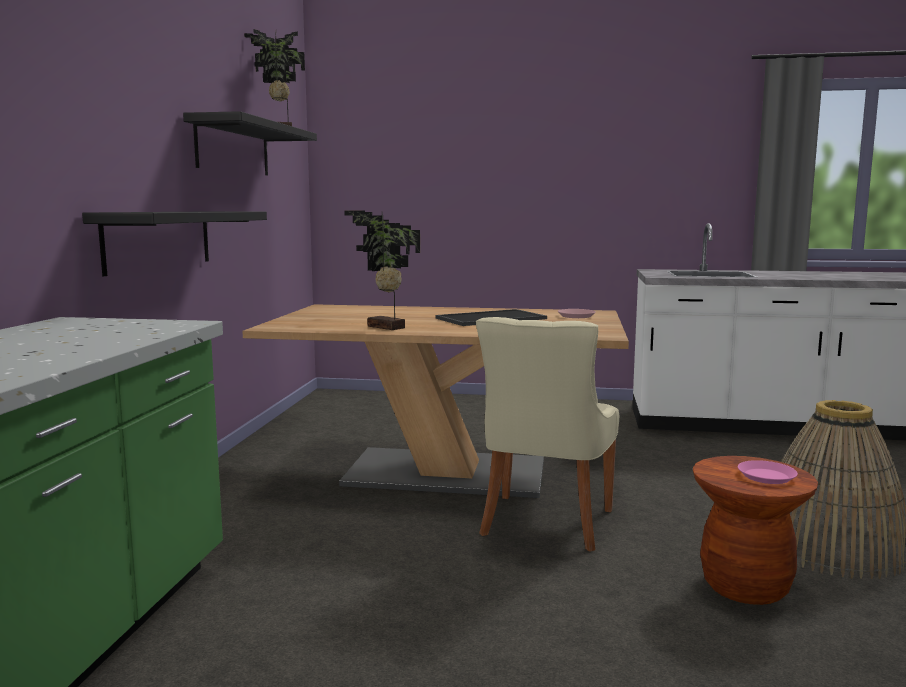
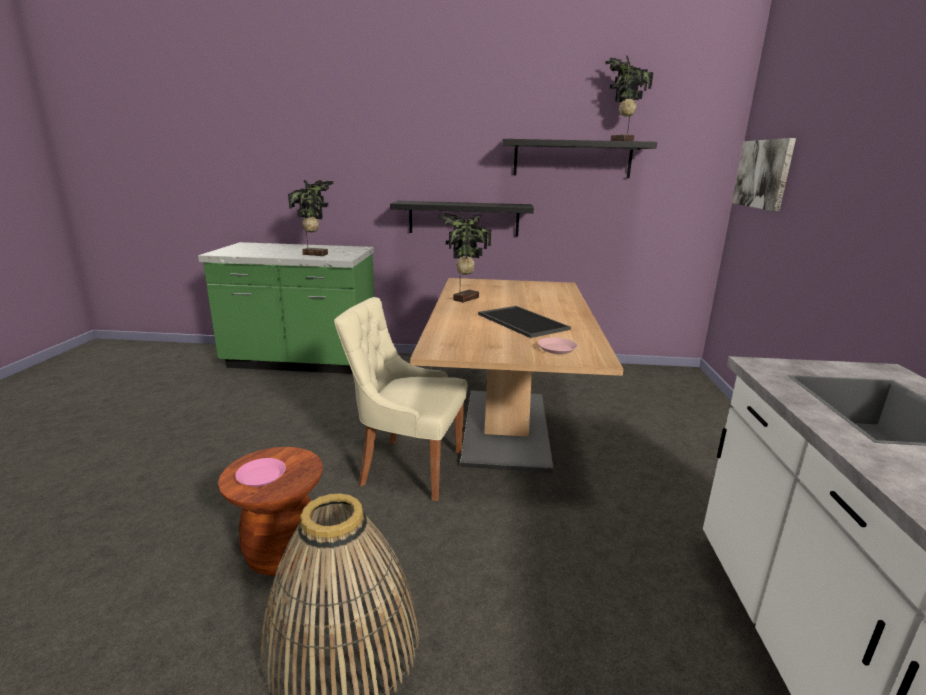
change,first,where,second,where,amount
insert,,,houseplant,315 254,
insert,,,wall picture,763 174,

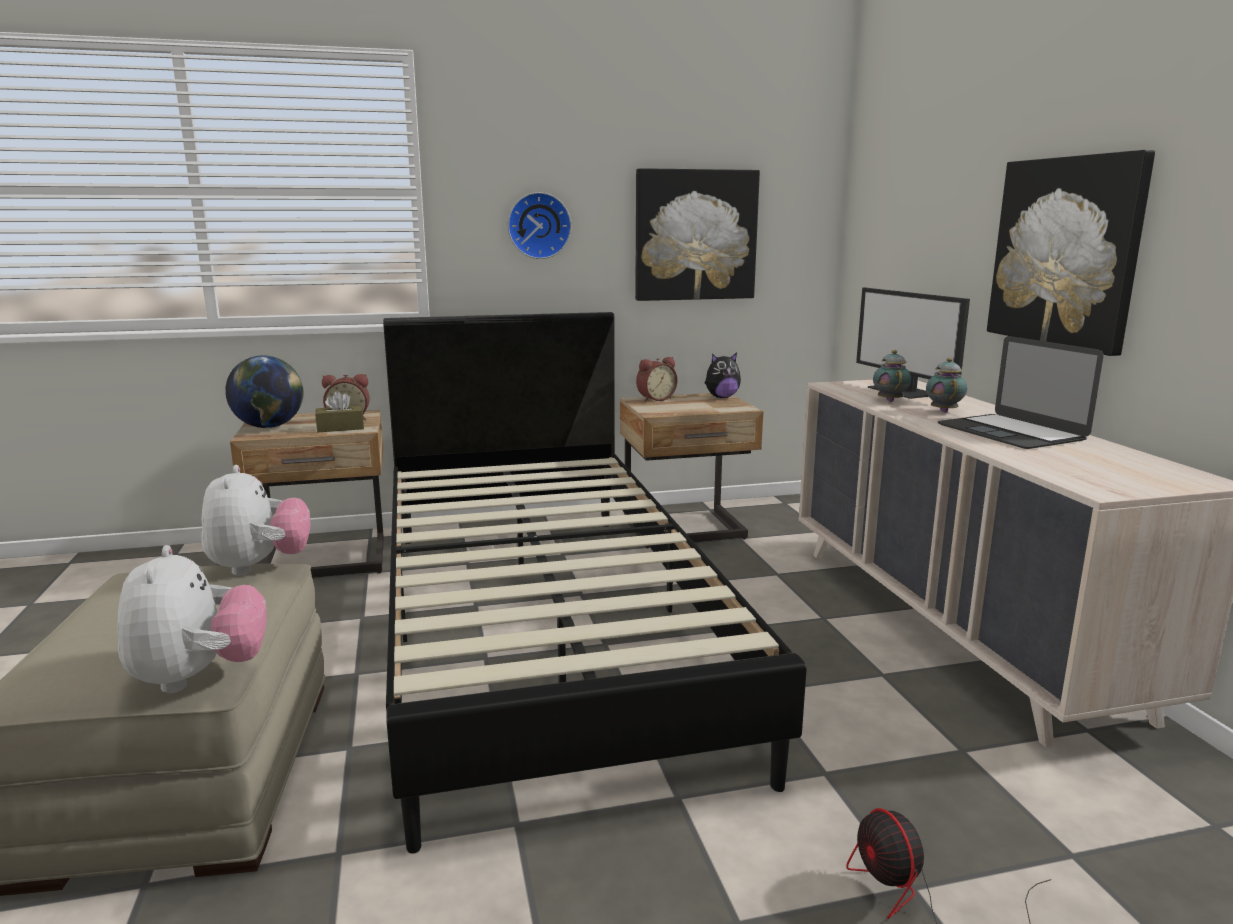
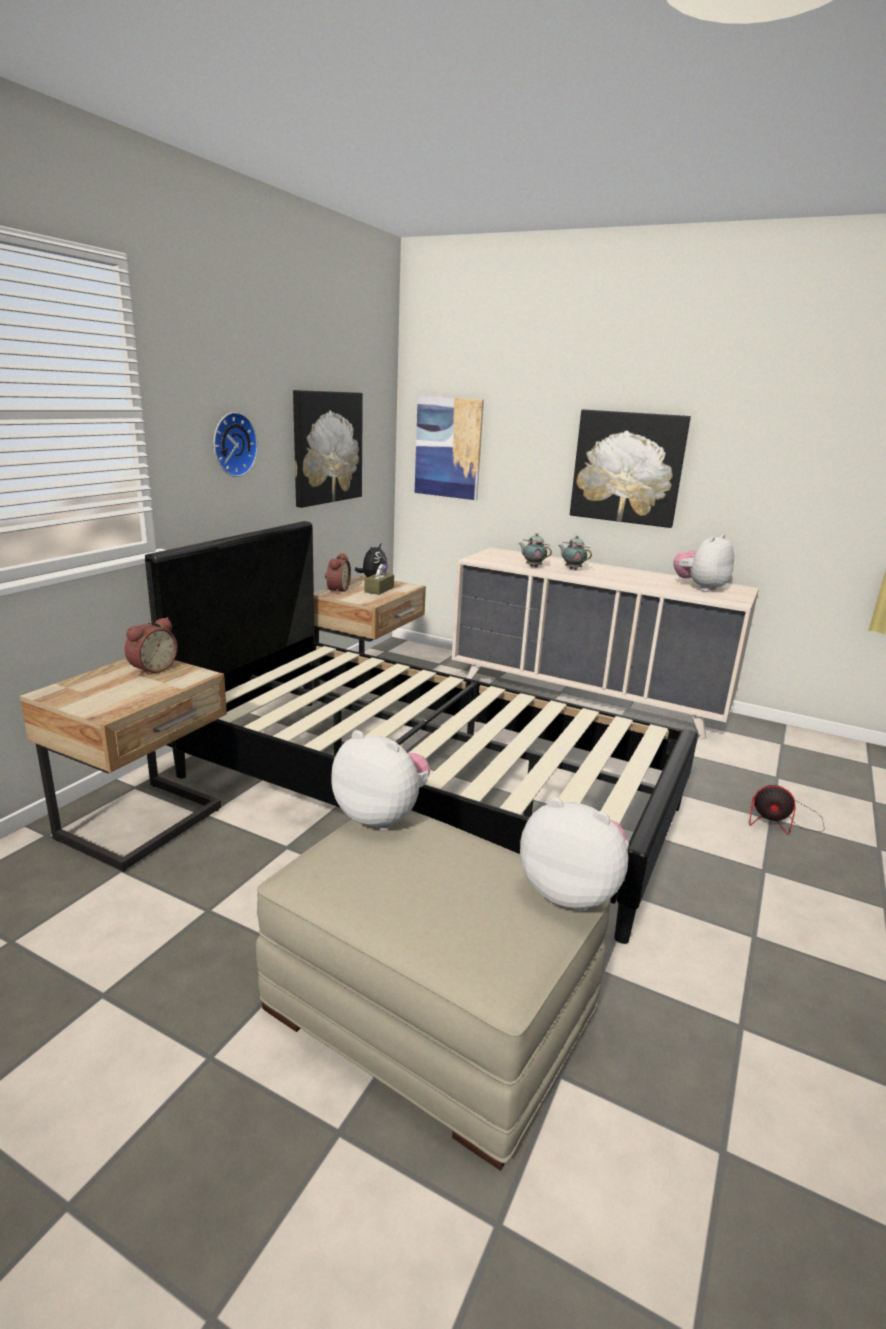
change,first,where,second,where,amount
delete,world globe,269 427,,,
delete,computer display,904 391,,,
delete,laptop,1011 432,,,
insert,,,wall picture,448 448,
insert,,,soft toy,700 588,
move,box of tissues in brown,340 428,,379 590,

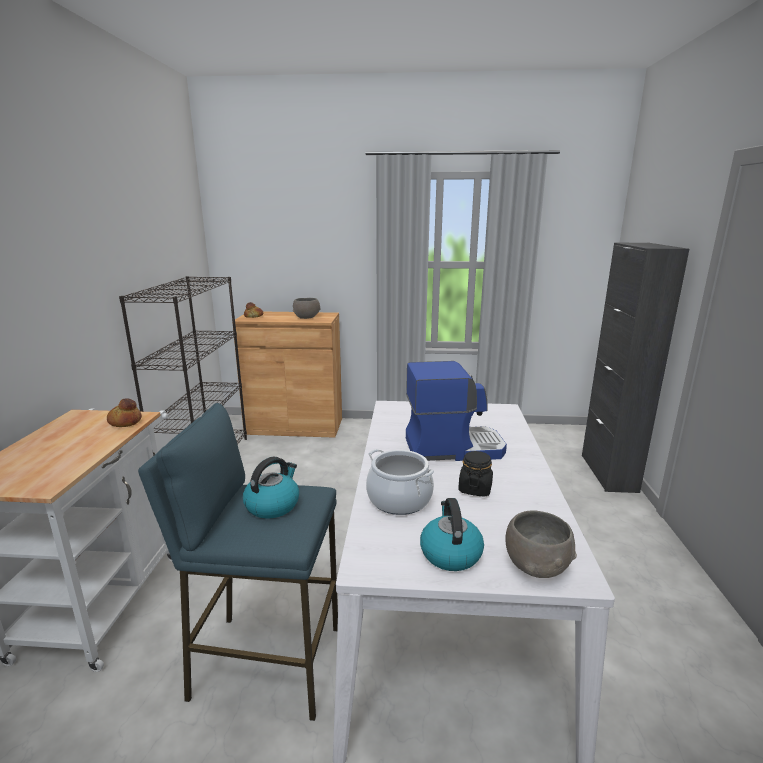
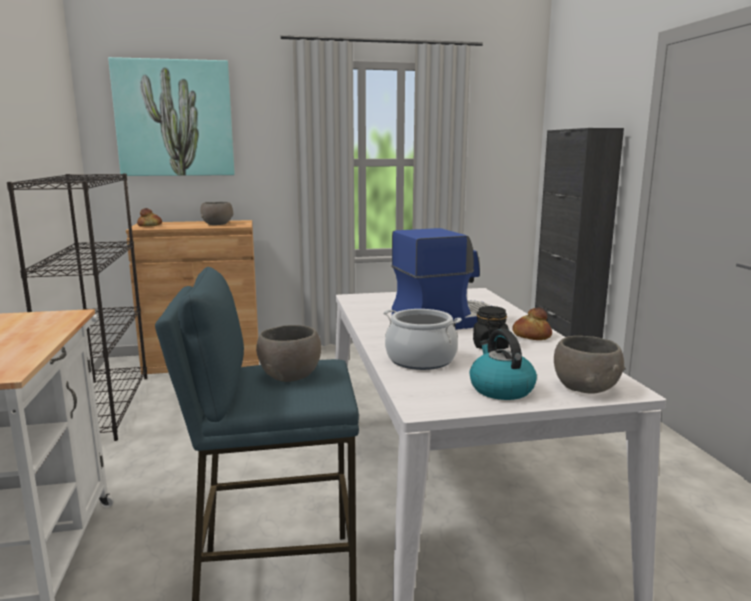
change,first,where,second,where,amount
insert,,,wall picture,174 119,
move,baked bread,125 422,,531 336,
replace,tea kettle,273 505,serving bowl in gray,289 374,

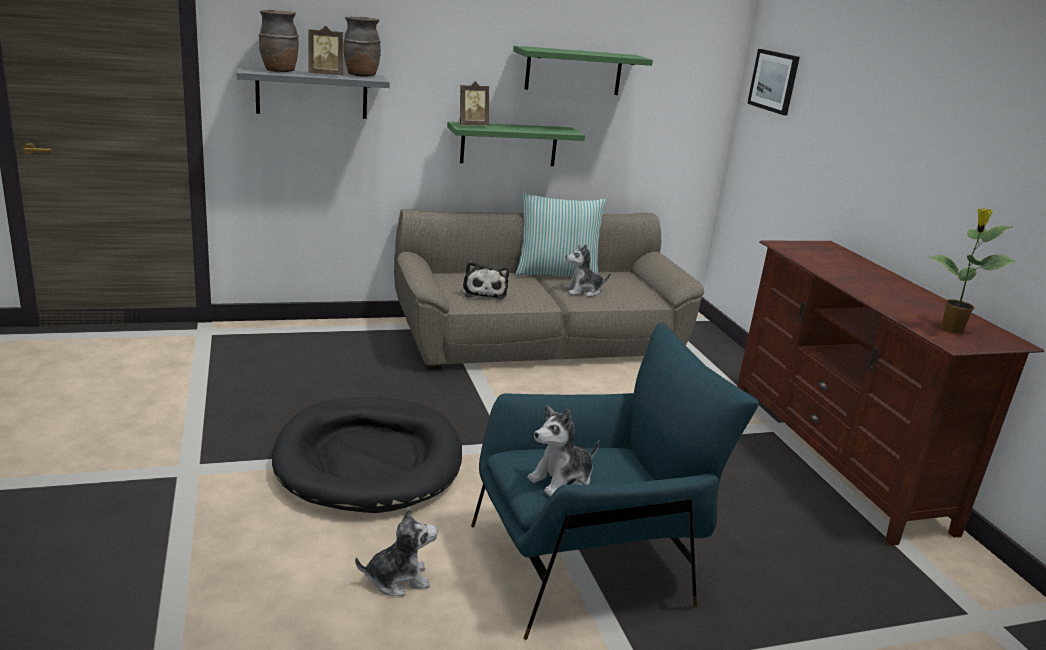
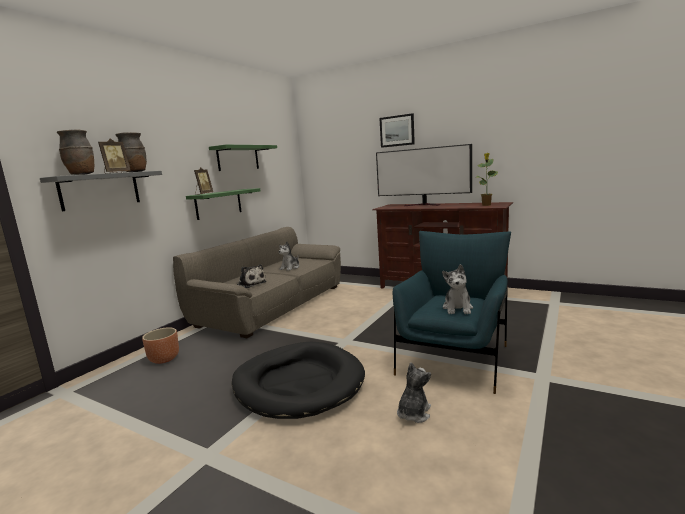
change,first,where,second,where,amount
delete,pillow,556 274,,,
insert,,,planter in brown,164 359,
insert,,,TV set,424 205,
move,wall picture,774 81,,397 131,

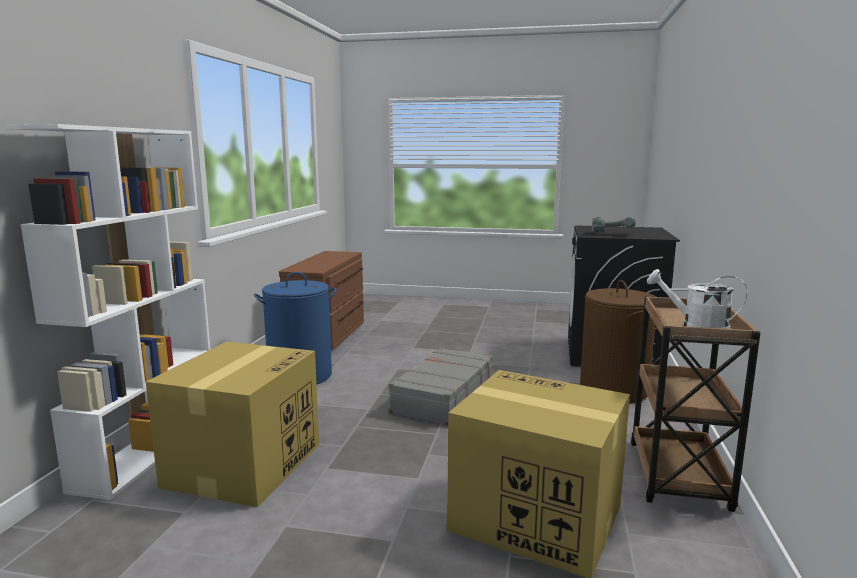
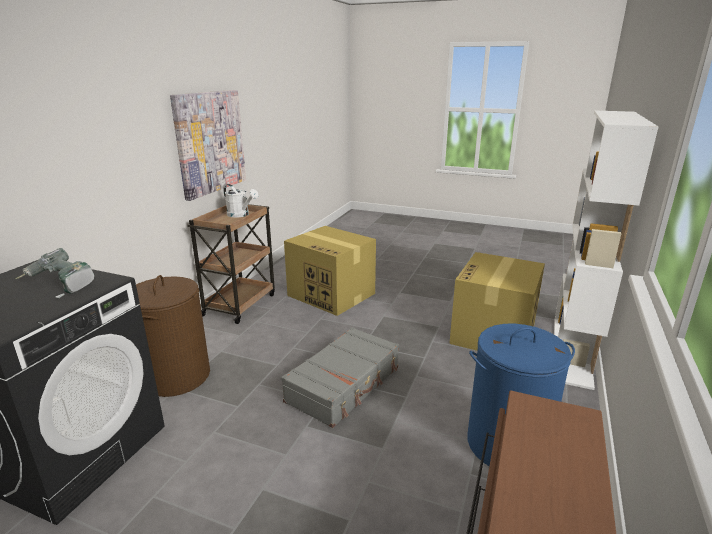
change,first,where,second,where,amount
insert,,,wall picture,210 142,

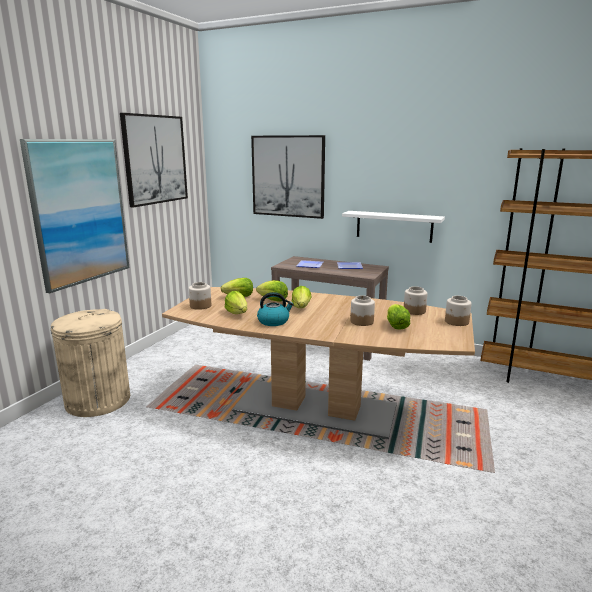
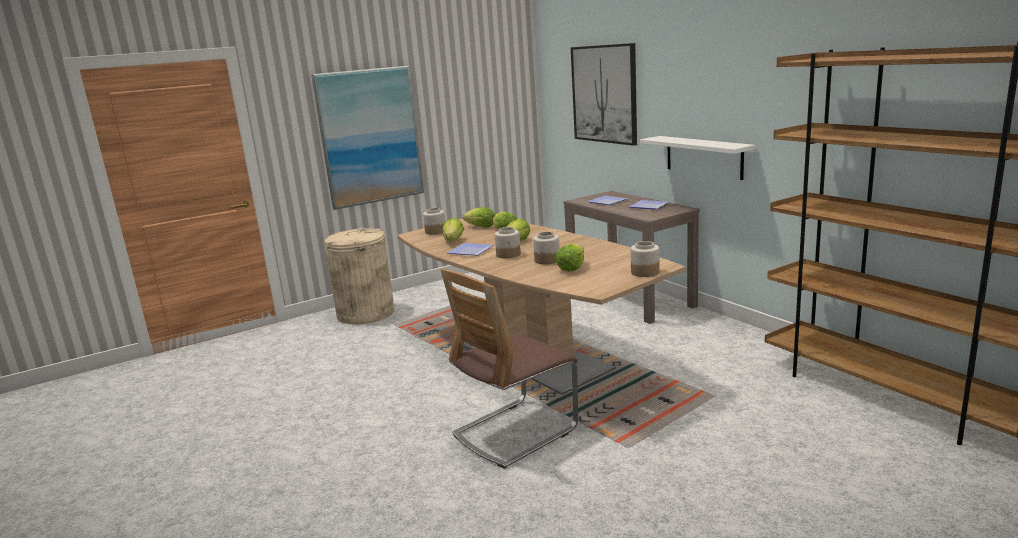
change,first,where,second,where,amount
delete,wall picture,155 159,,,
insert,,,upright chair,515 432,
move,storage jar,414 311,,508 254,
replace,tea kettle,274 321,flat dish,470 251,

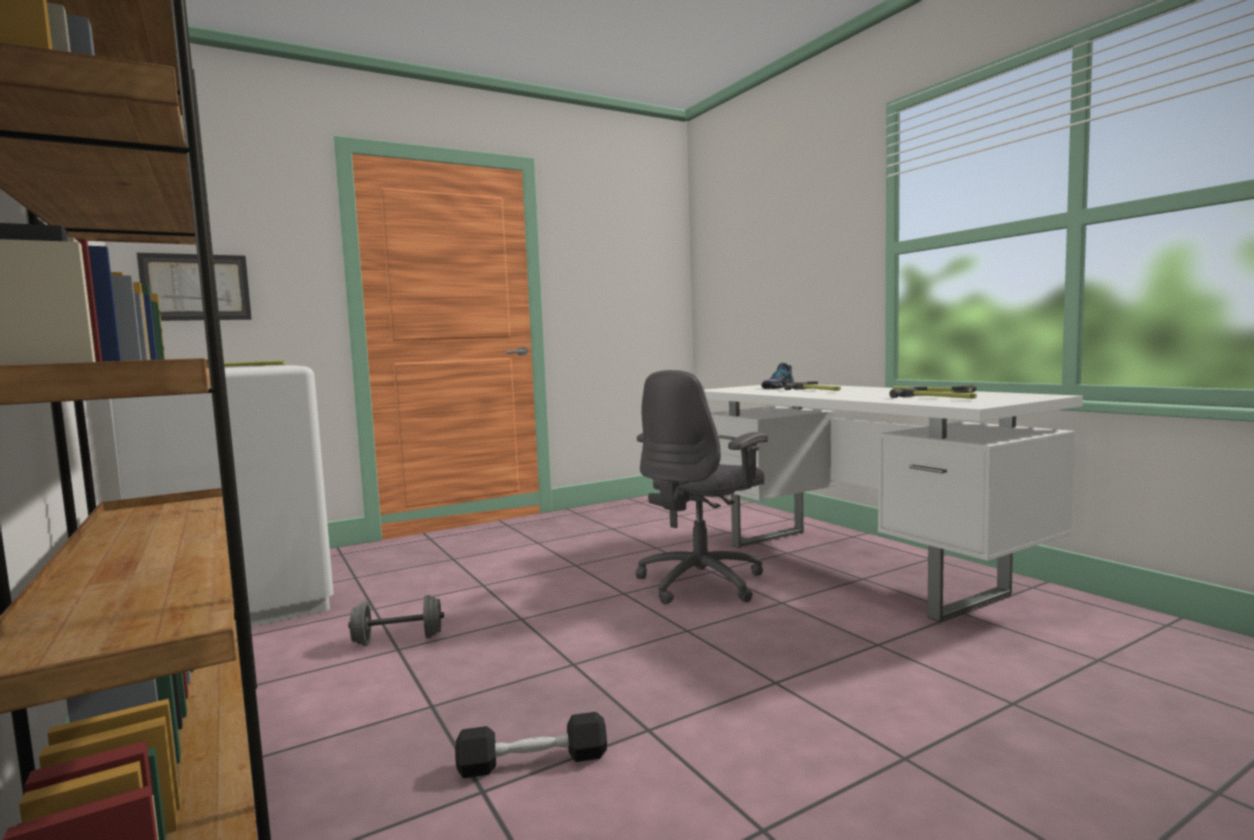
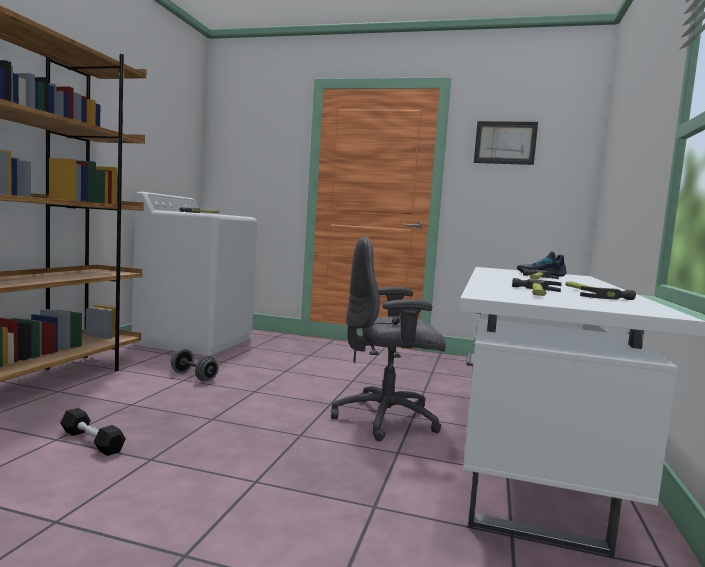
change,first,where,second,where,amount
move,wall picture,196 287,,505 143,

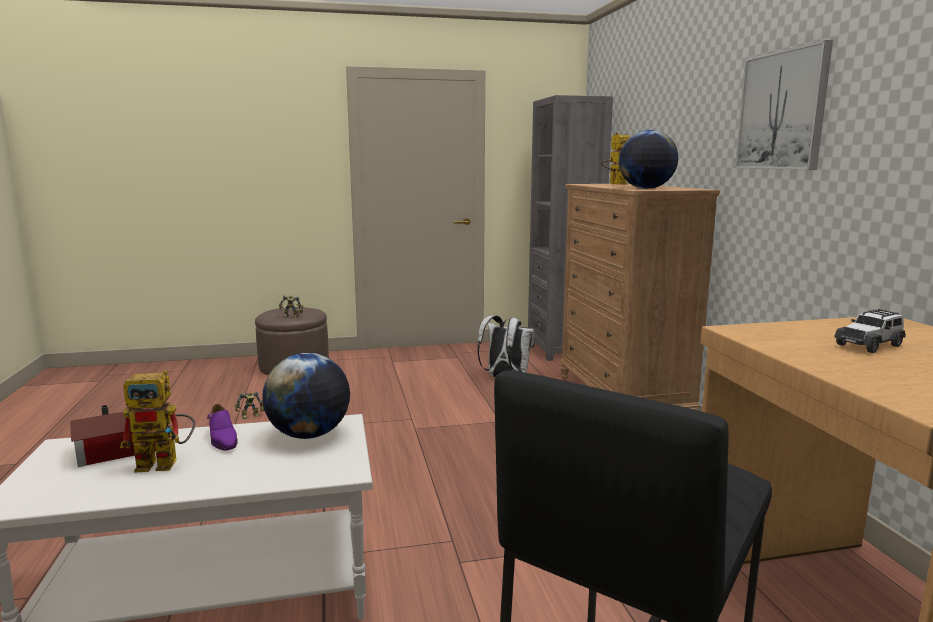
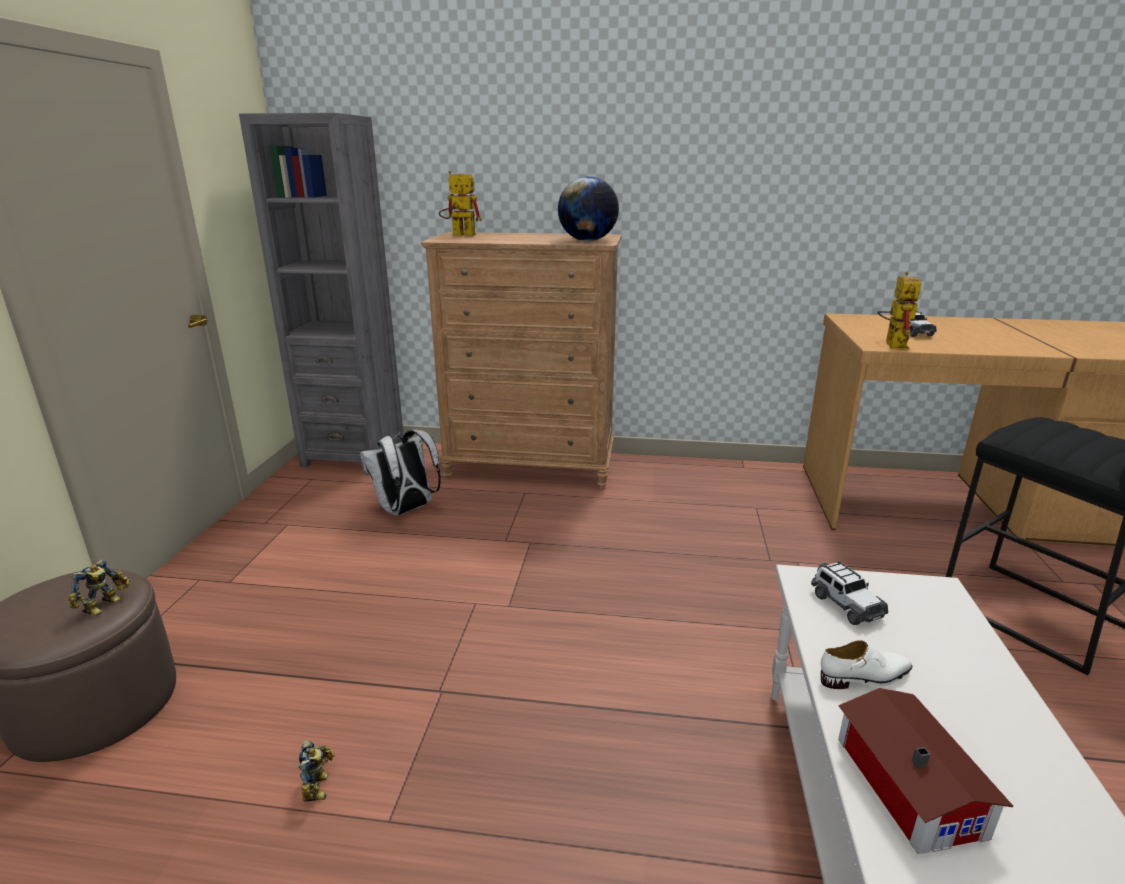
change,first,where,second,where,amount
delete,wall picture,782 110,,,
move,model robot,166 463,,892 344,
replace,world globe,309 435,miniature car,845 605,
recolor,low shoe in purple-coloured,222 439,low shoe in whitish,865 677,

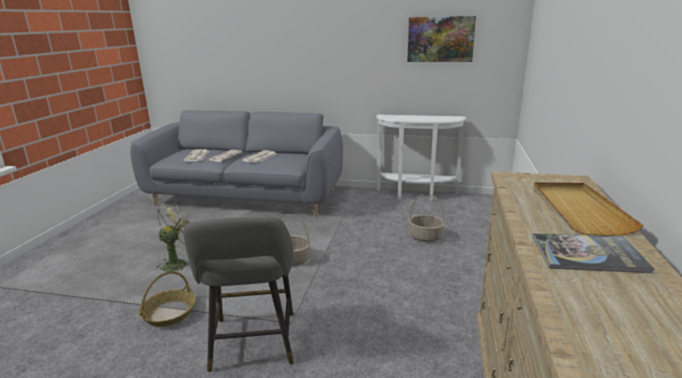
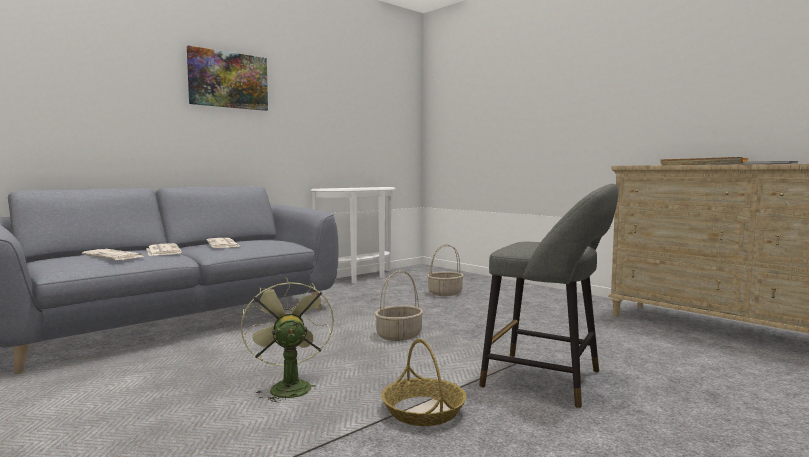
change,first,where,second,where,amount
move,wall picture,440 39,,228 80,

